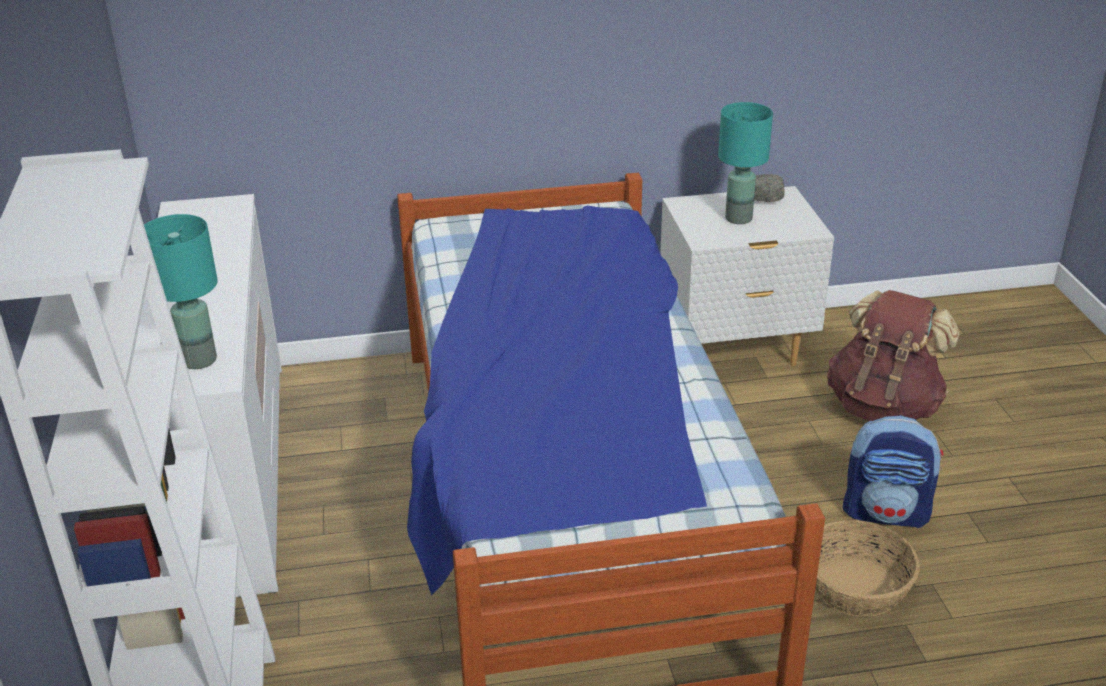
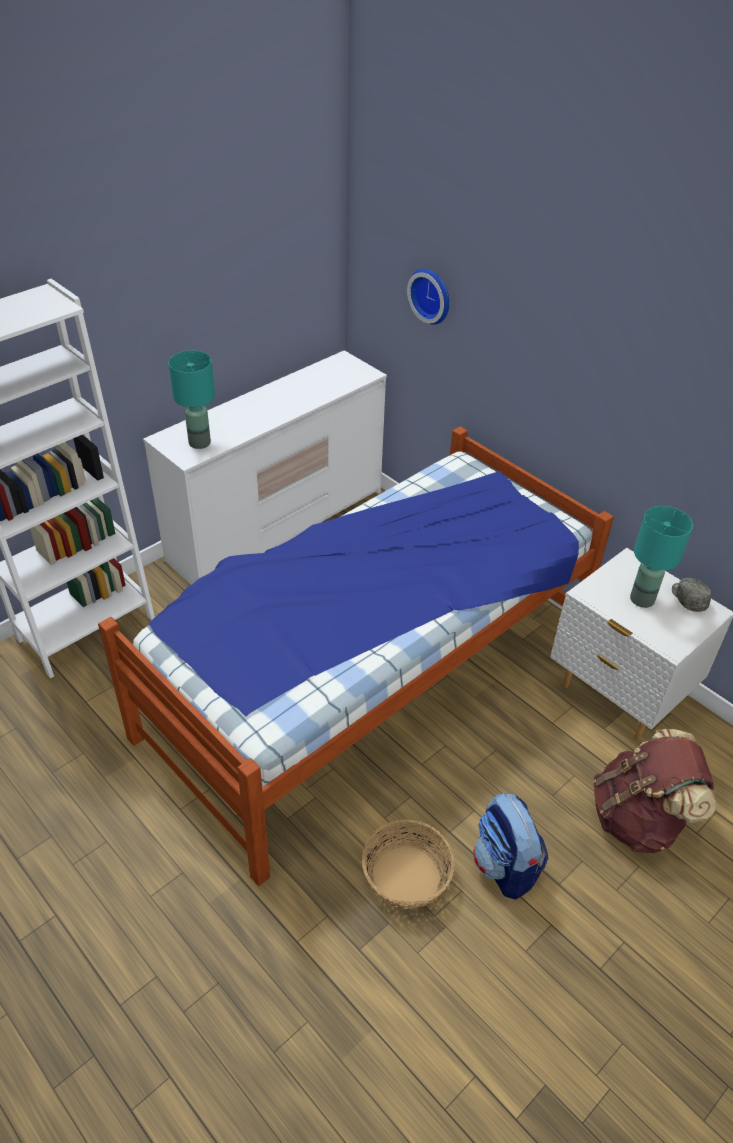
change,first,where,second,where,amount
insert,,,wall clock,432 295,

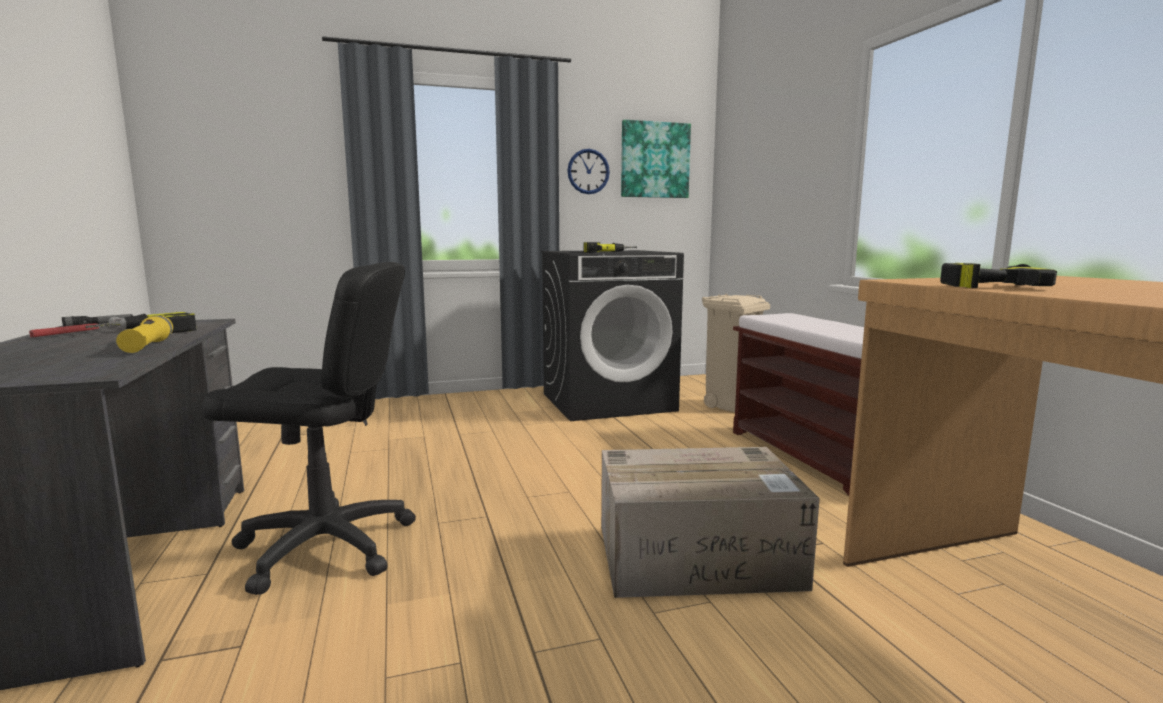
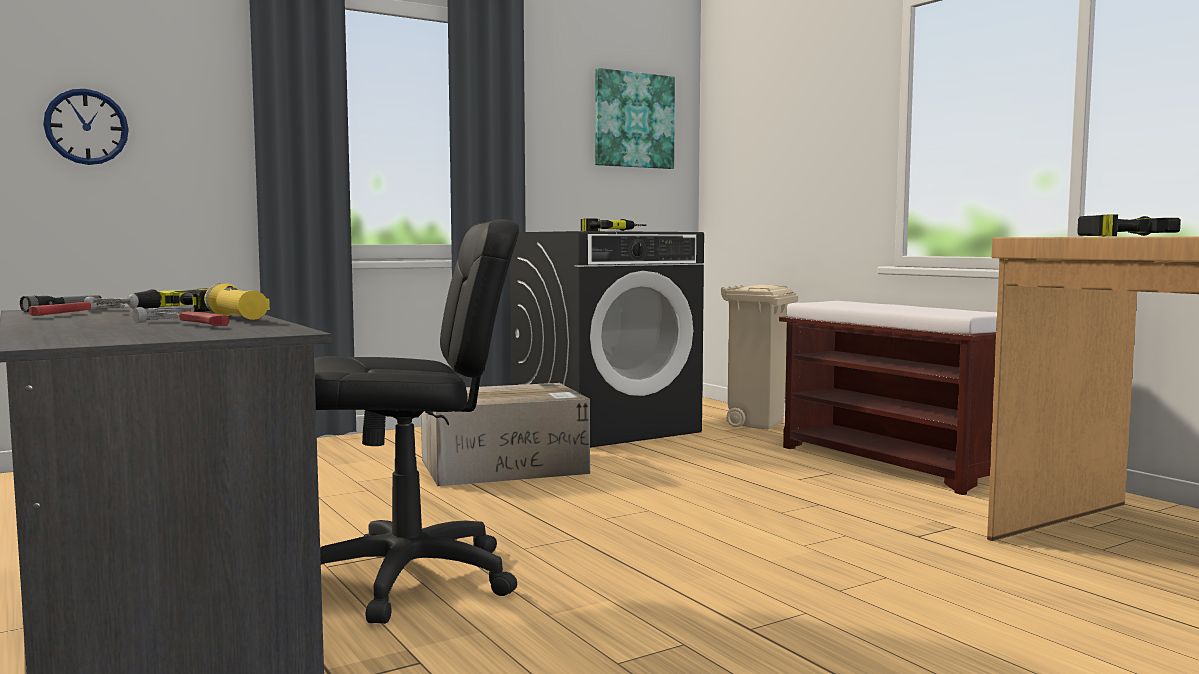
change,first,where,second,where,amount
insert,,,hand hammer,191 324,
move,wall clock,588 171,,86 127,
move,cardboard box,699 555,,505 466,

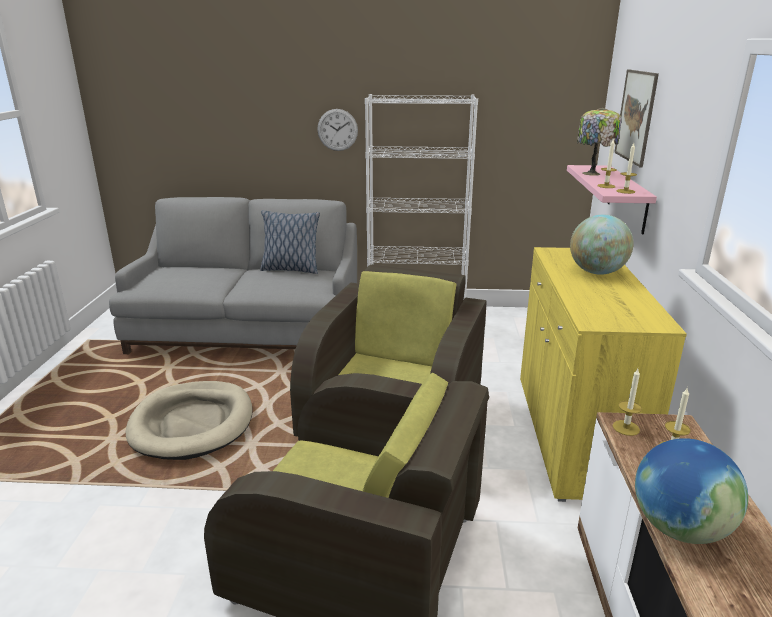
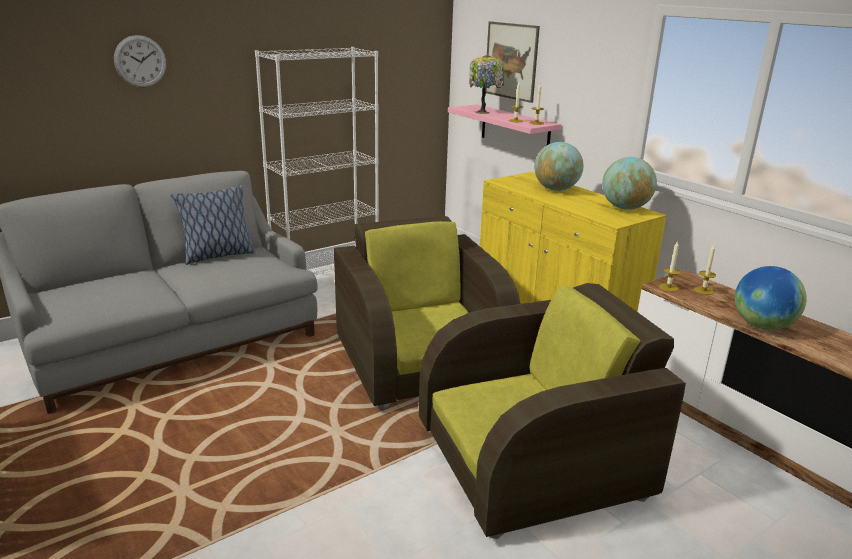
change,first,where,second,where,amount
delete,pet bed in beige-coloured,192 423,,,
insert,,,world globe,625 208,
move,wall clock,337 130,,140 61,

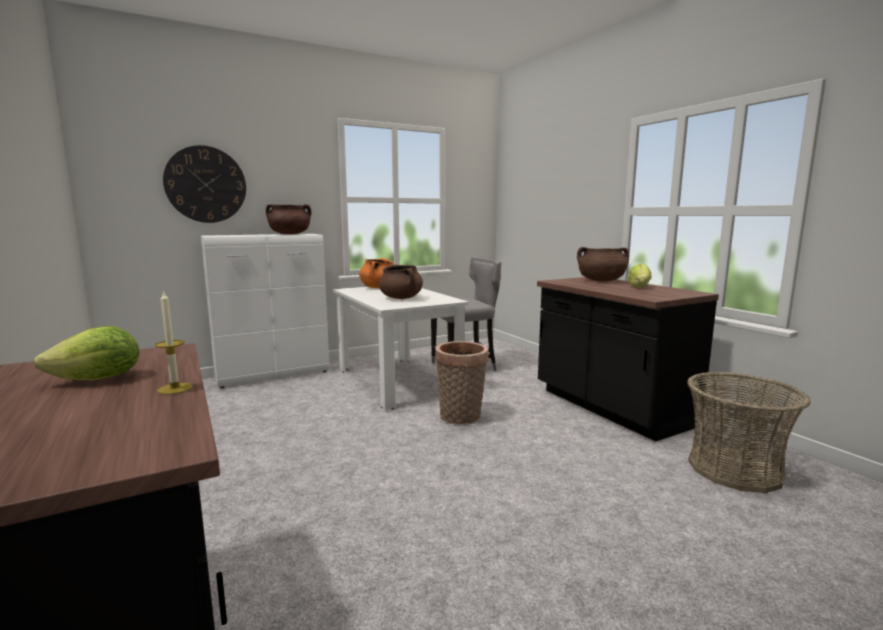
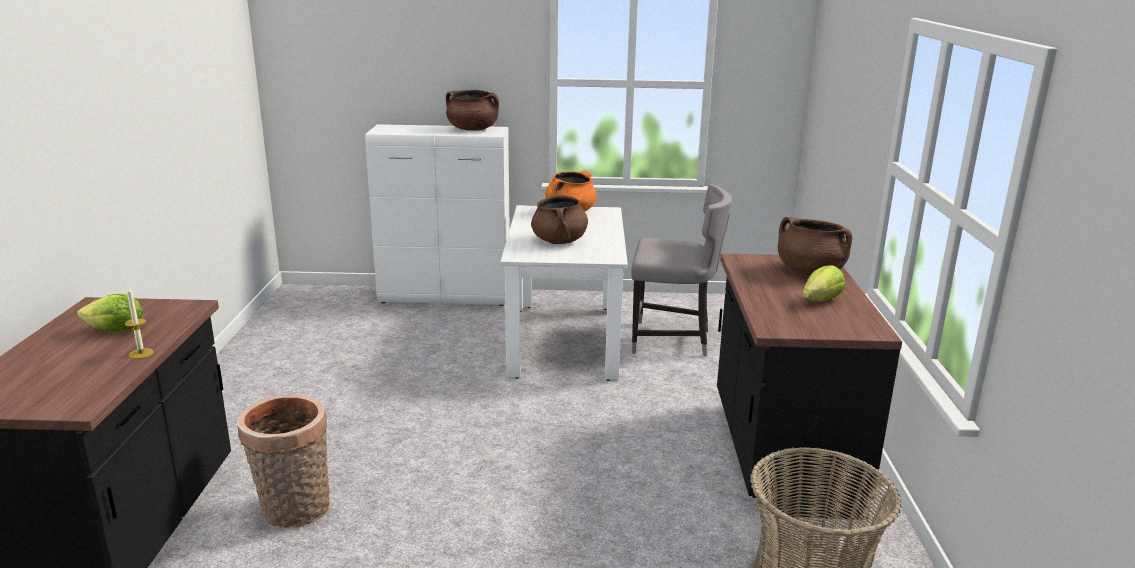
change,first,where,second,where,amount
delete,wall clock,206 184,,,
move,household basket,461 418,,294 512,

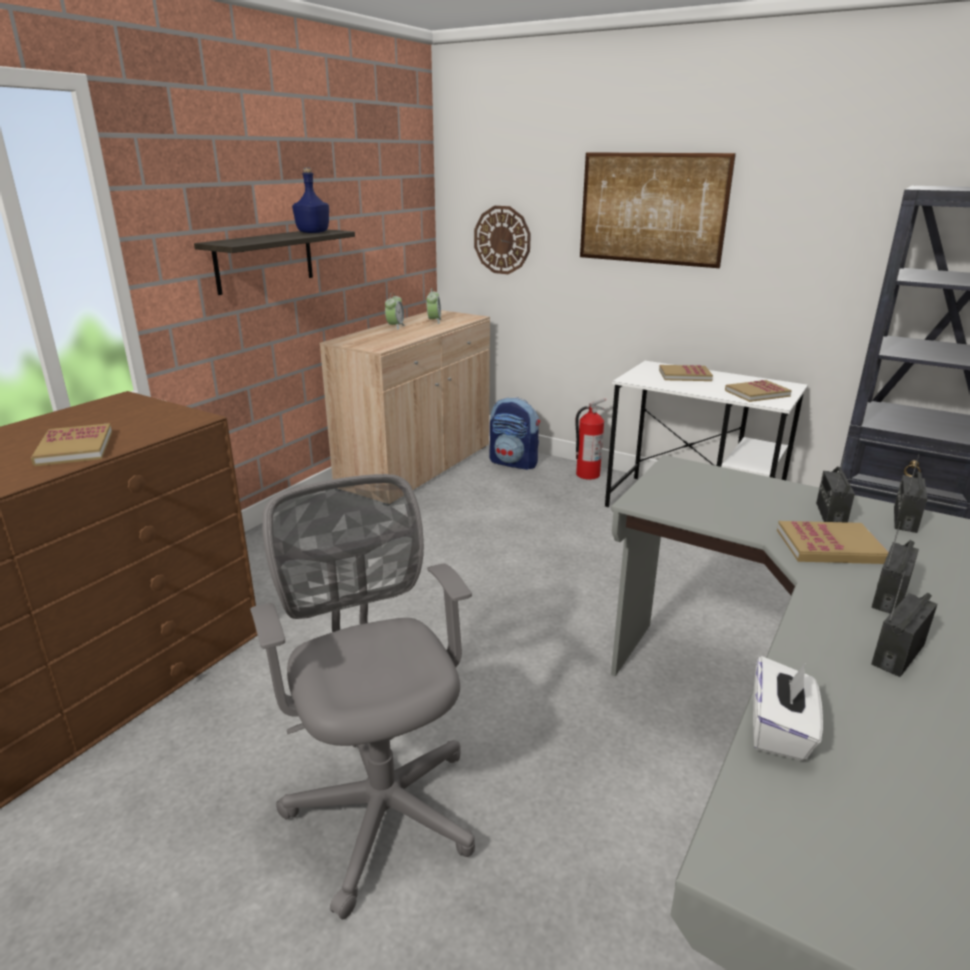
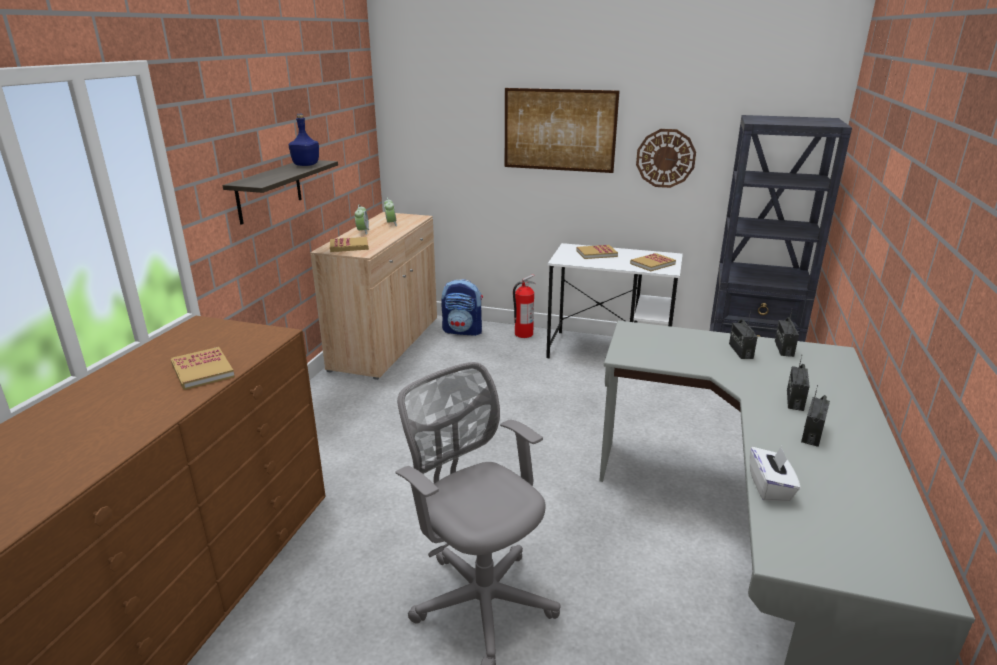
change,first,where,second,where,amount
move,wall clock,502 240,,665 158,
move,bound book,829 546,,349 246,

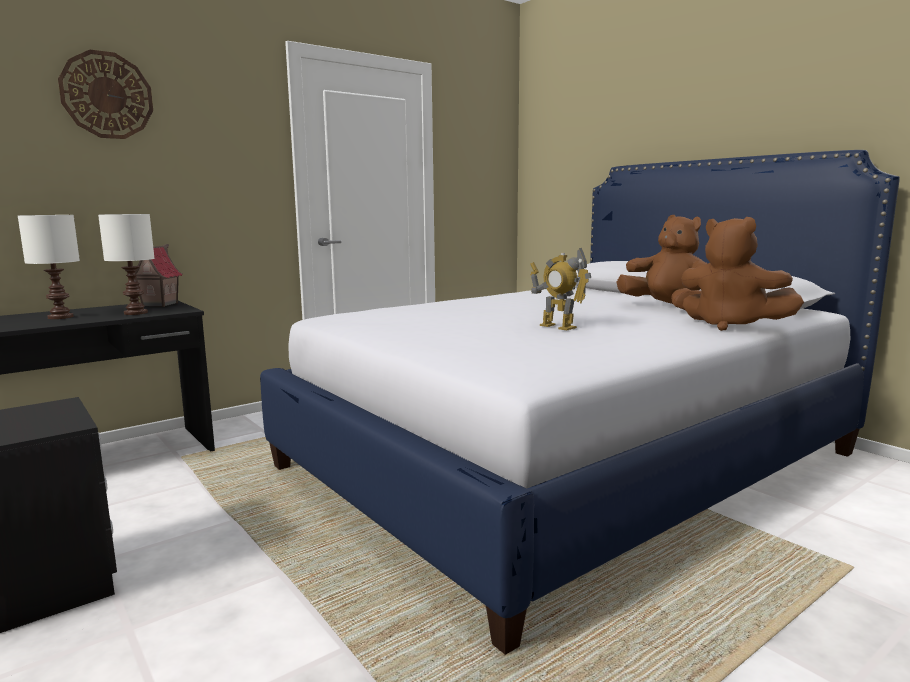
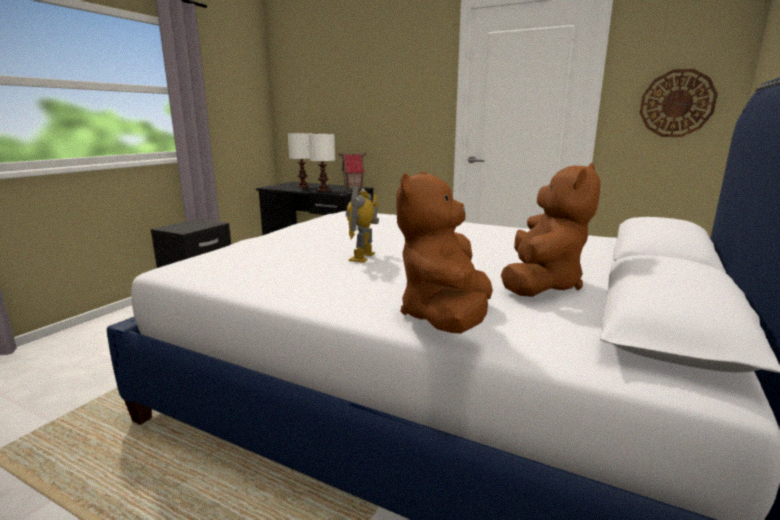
change,first,where,second,where,amount
move,wall clock,107 95,,677 103,

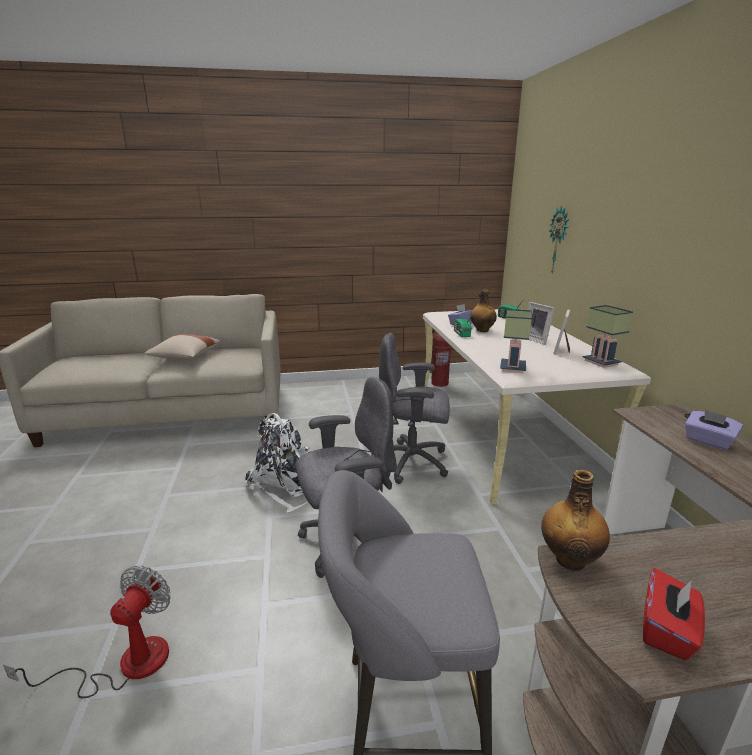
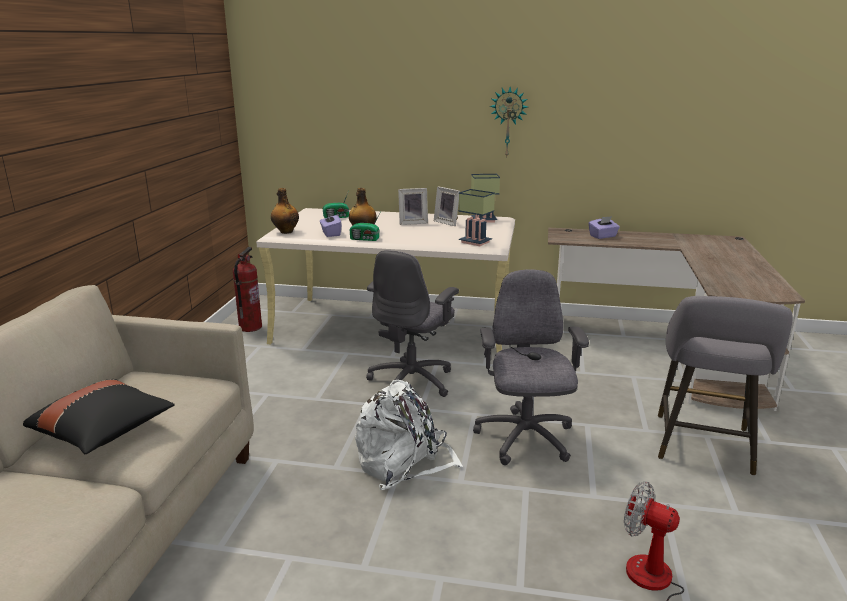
change,first,where,second,where,amount
delete,box of tissues in reddish,667 631,,,
move,beverage bottle,569 559,,286 231,
move,wall clock,559 241,,508 122,
recolor,pillow in beige-coloured,185 357,pillow in black,104 432,

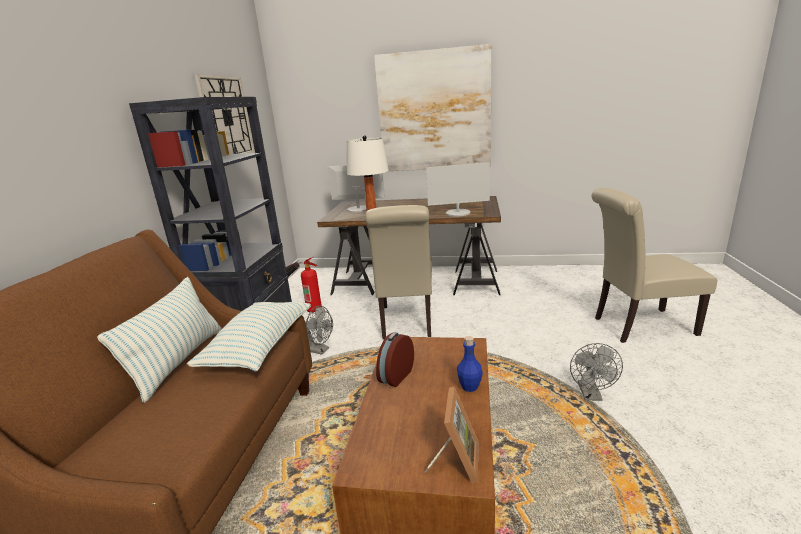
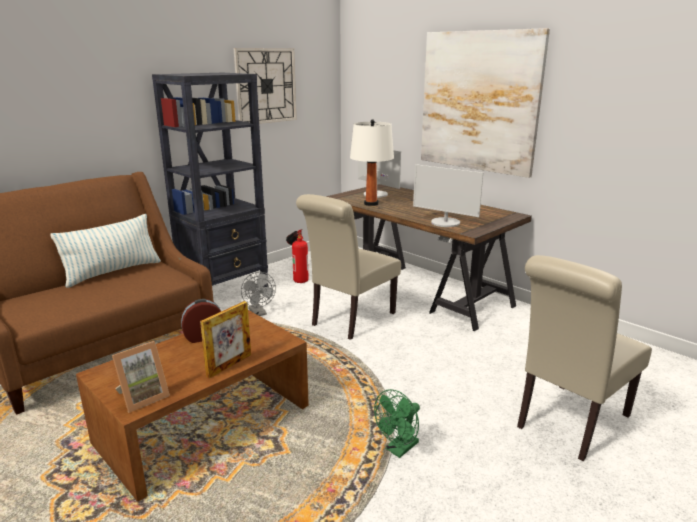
change,first,where,second,where,amount
delete,pillow,259 347,,,
replace,beverage bottle in blue-coloured,469 387,picture frame,229 365,
recolor,electric fan in gray,591 395,electric fan in green,399 449,
rotate,upright chair in beige-coloured,638 326,,568 423,75 degrees counterclockwise

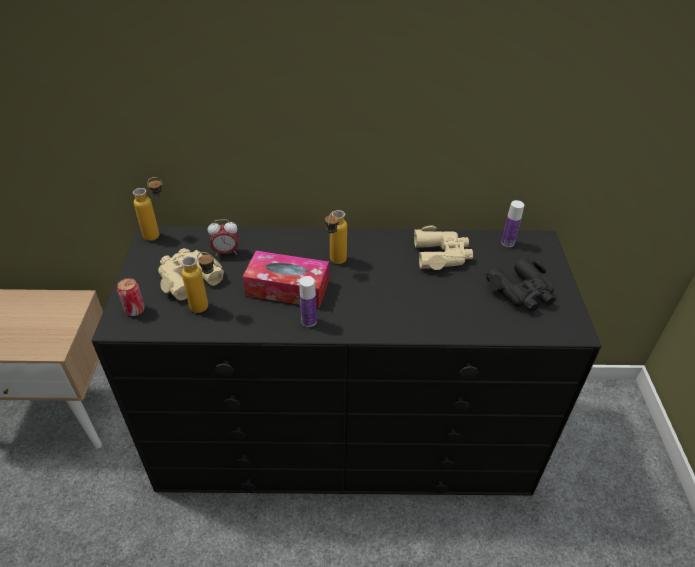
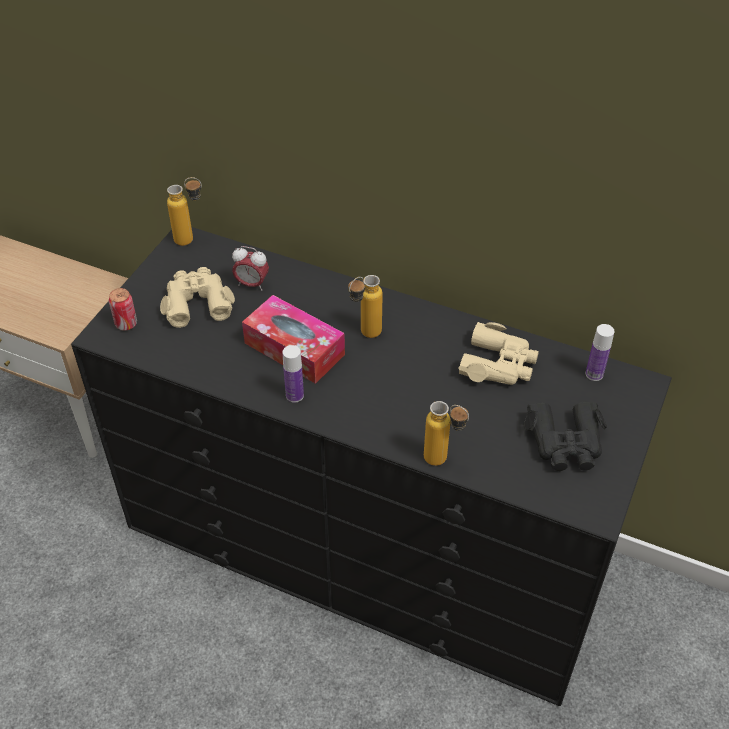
change,first,where,second,where,amount
move,beverage bottle,206 308,,443 462,

